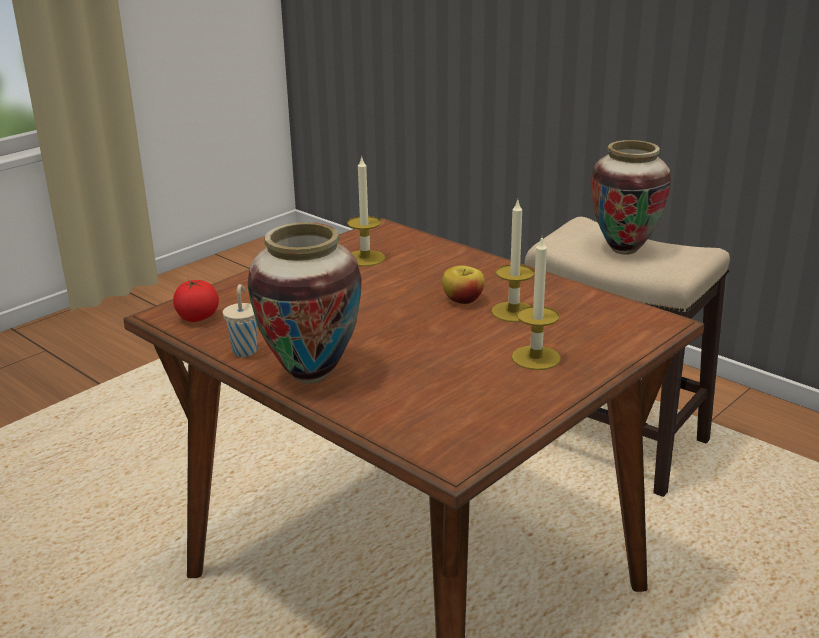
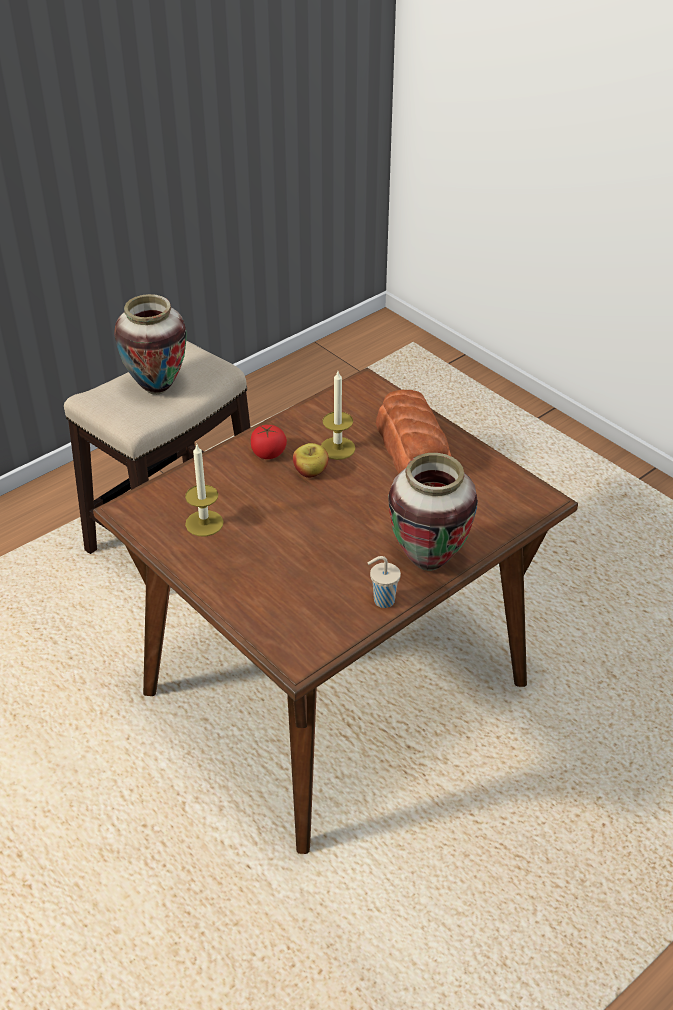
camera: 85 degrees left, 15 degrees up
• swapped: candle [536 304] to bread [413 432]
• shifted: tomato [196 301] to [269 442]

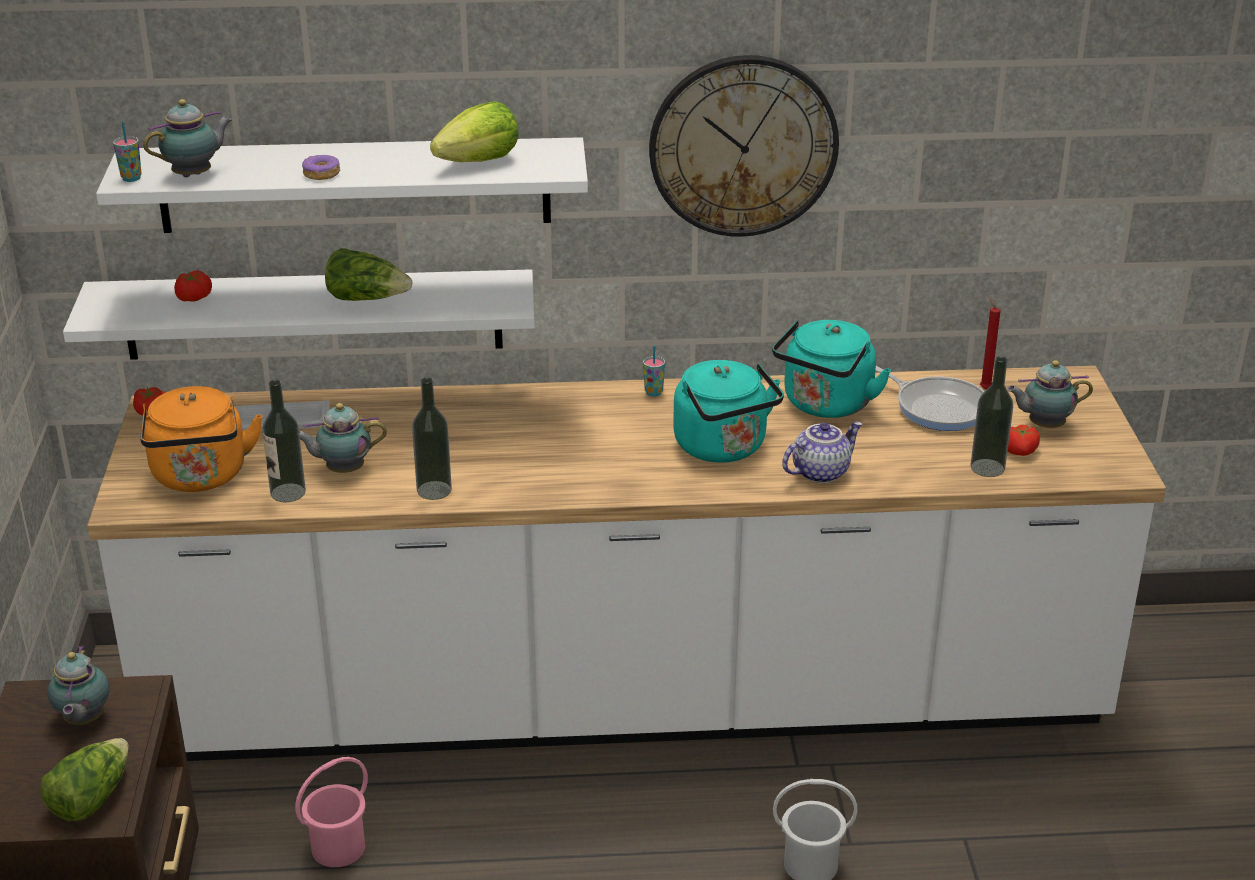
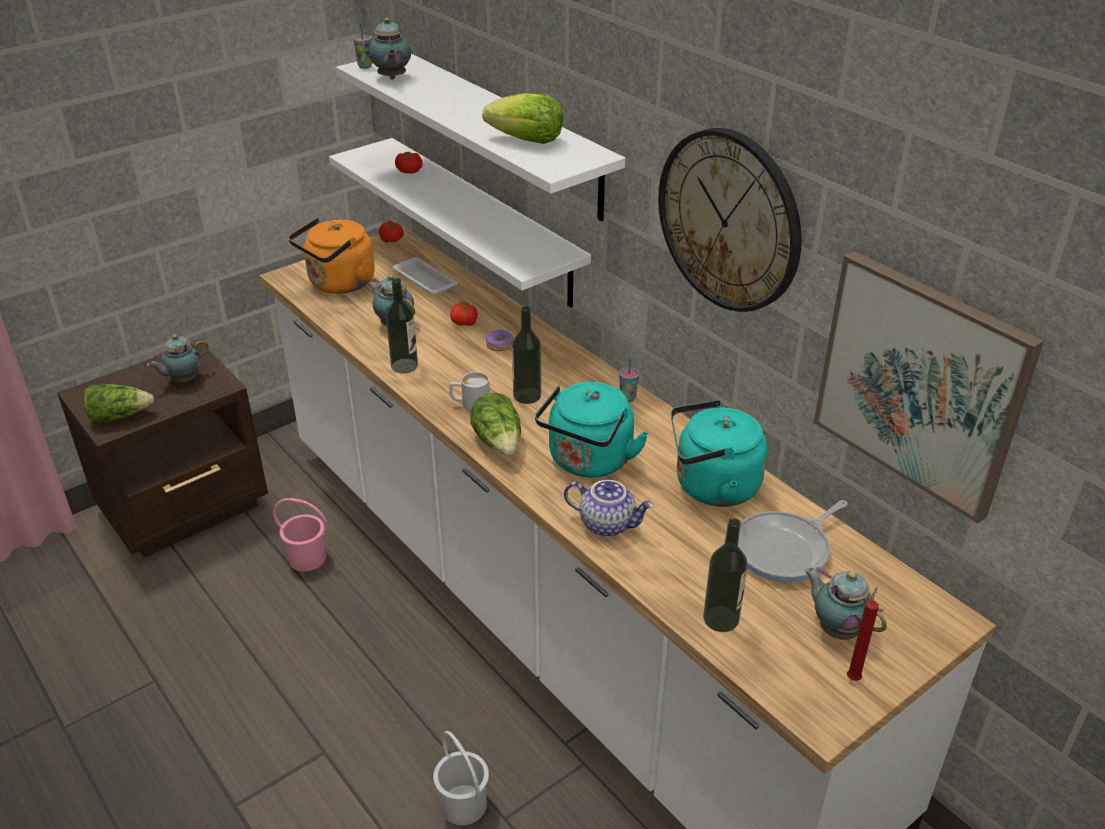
camera: 55 degrees right, 5 degrees up
• rotated: teapot [187 138] = [390 48] 60 degrees clockwise
• shifted: donut [321 167] to [499 340]
• shifted: lettuce [368 274] to [495 423]
• shifted: red candle [990 343] to [863 634]
• rotated: frying pan [930 398] = [793 541] 45 degrees clockwise
• shifted: bottle [284 441] to [526 355]
• shifted: tomato [1024 440] to [464 314]
• new: picture [929 387]
• new: white mug [469 392]

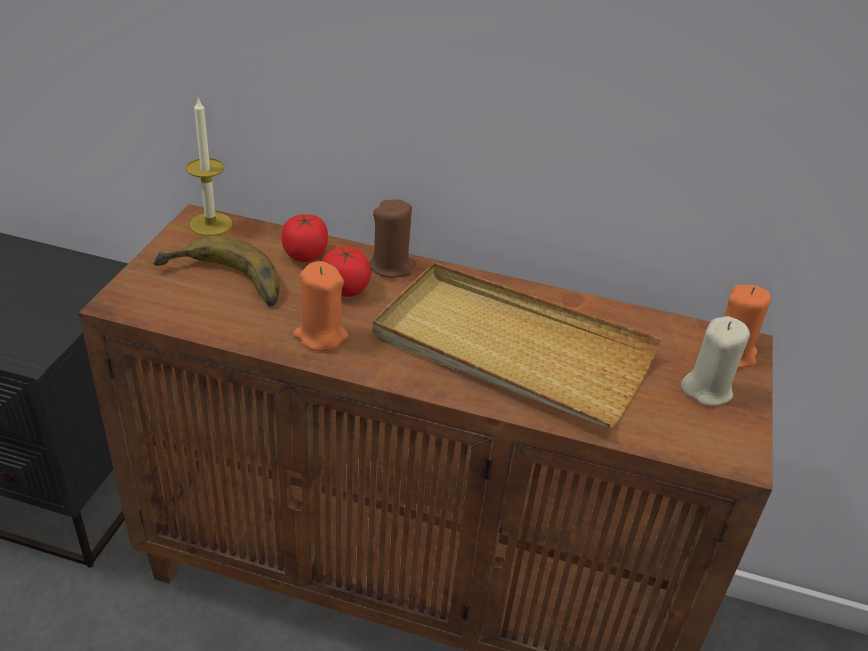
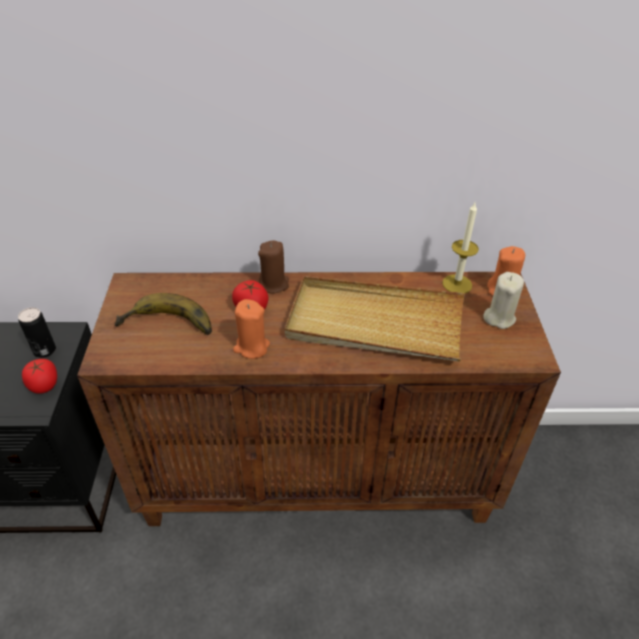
camera: 15 degrees left, 5 degrees up
• shifted: candle [209 167] to [460 248]
• shifted: tomato [305 238] to [39 376]
• new: can [37 332]

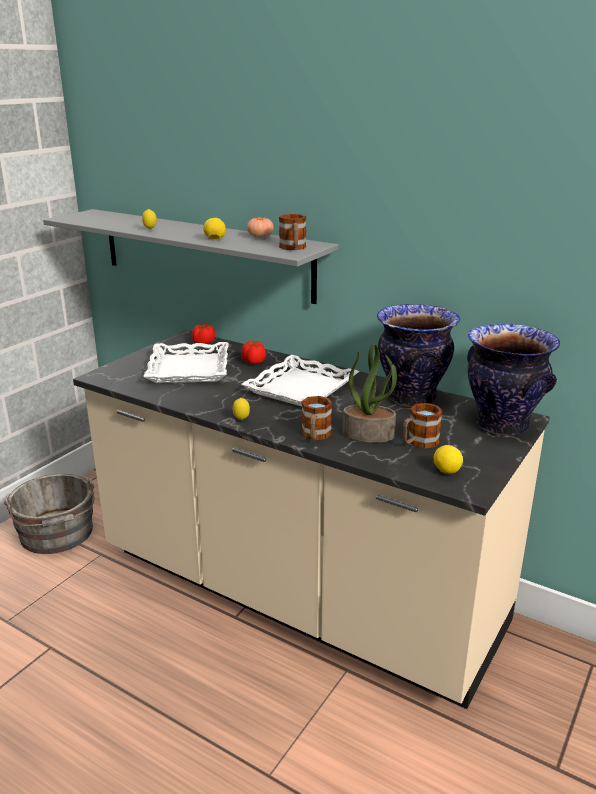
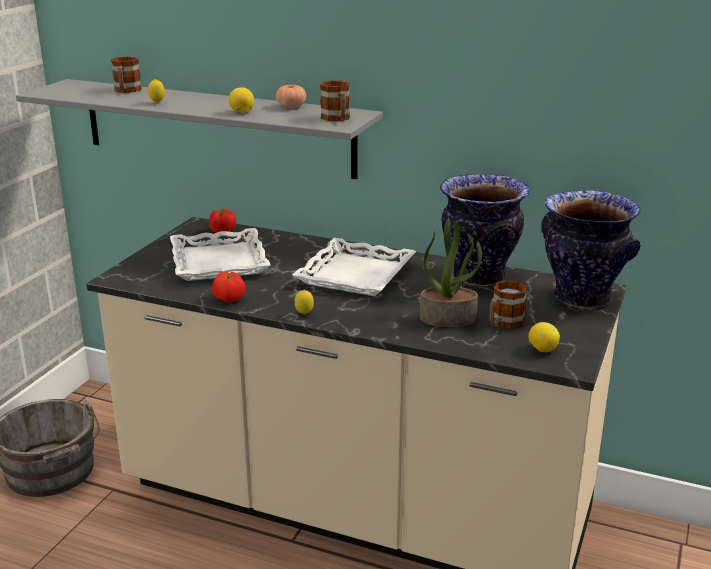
camera: 10 degrees left, 0 degrees up
• shifted: tomato [253 352] to [228 287]
• shifted: mug [316 418] to [126 74]

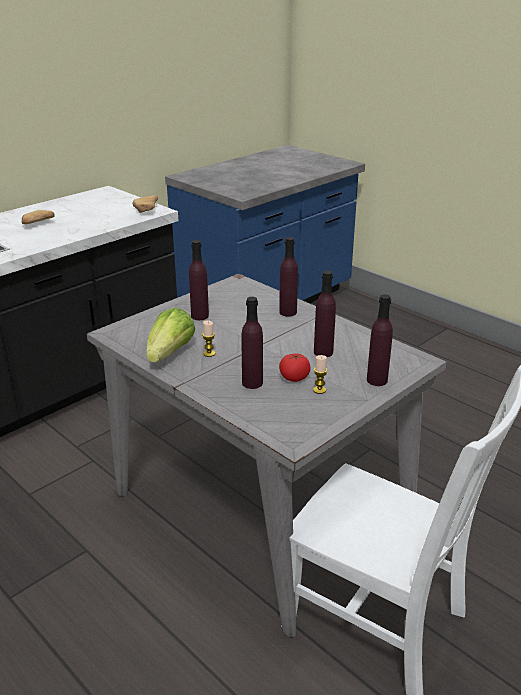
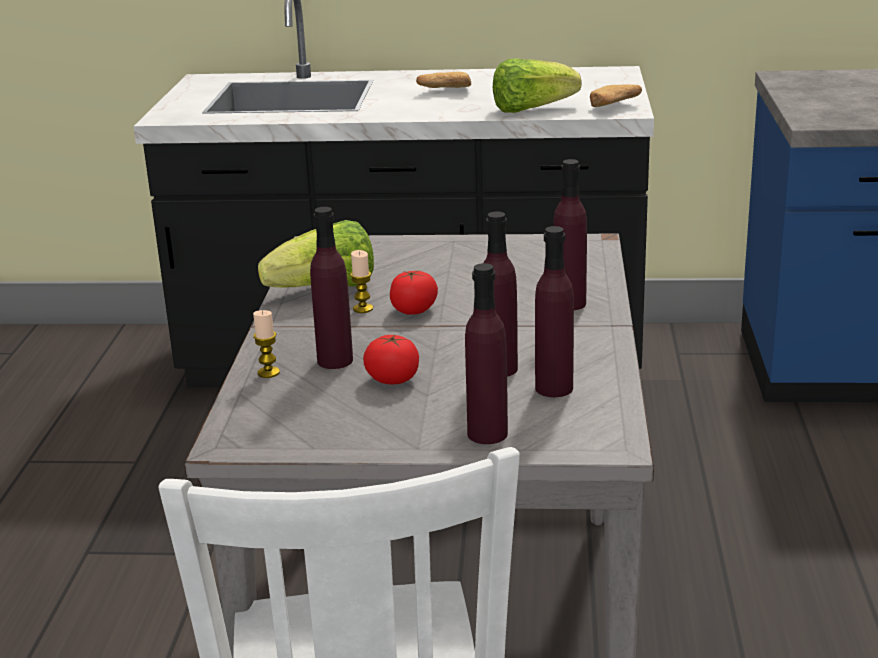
camera: 50 degrees right, 5 degrees down
• shifted: purple bottle [199 280] to [554 311]
• shifted: candle [320 374] to [266 344]
• new: lettuce [537 85]
• new: tomato [414 292]

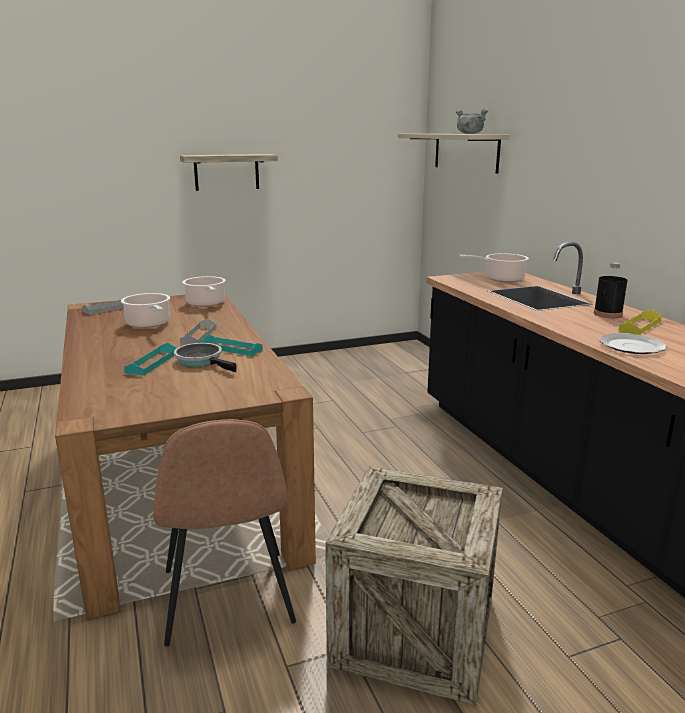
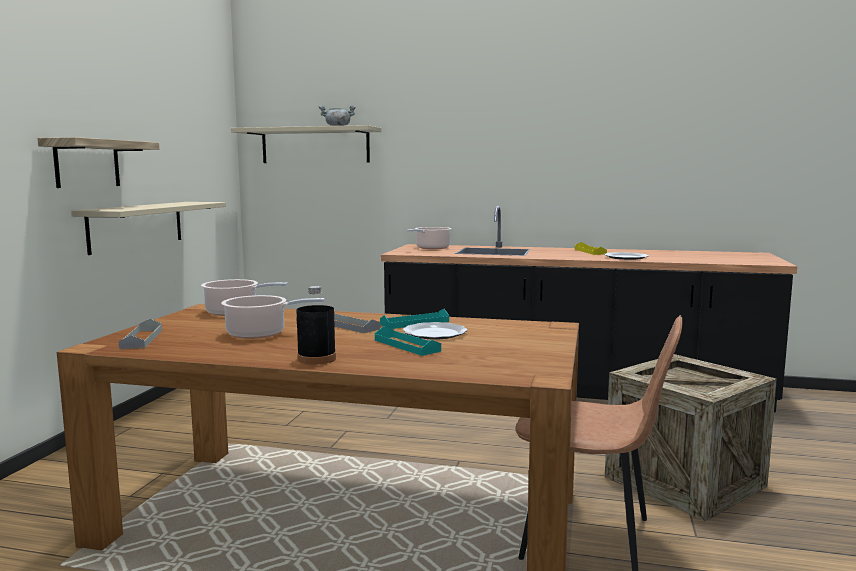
camera: 55 degrees left, 10 degrees down
• shifted: black bottle [610 290] to [316 325]
• swapped: frying pan [205 357] to plate [435 331]
• new: beige shelf [148 228]

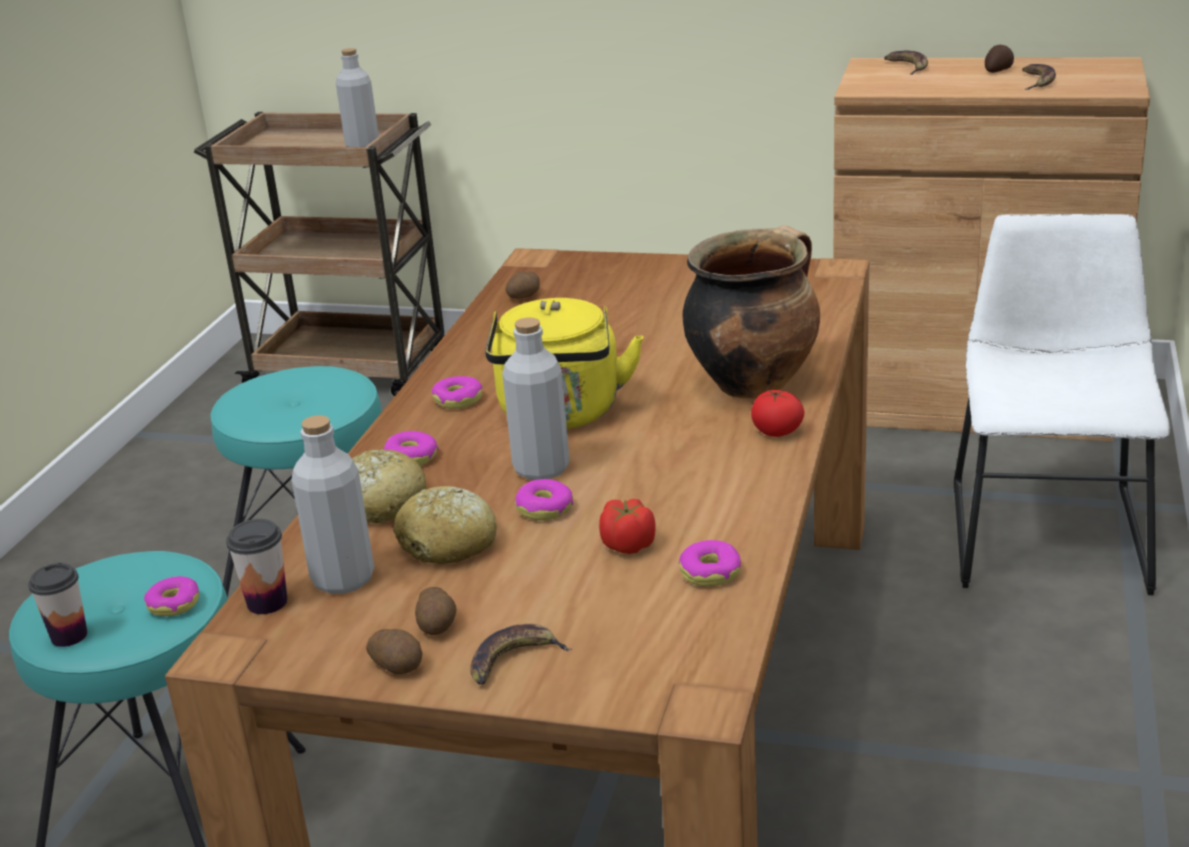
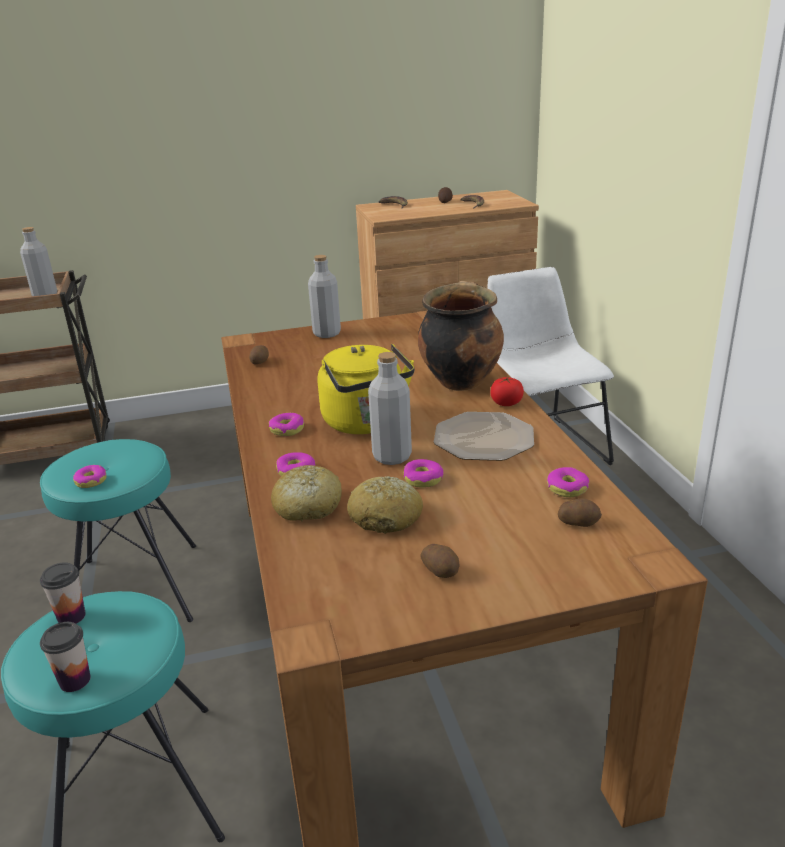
camera: 30 degrees left, 0 degrees up
• shifted: grey bottle [332 504] to [324 296]
• gone: tomato [627 526]
• shifted: cup [257 566] to [63 593]
• shifted: donut [171 596] to [90 476]
• gone: banana [521 654]
• shifted: potato [394 651] to [580 512]
• new: plate [484 436]

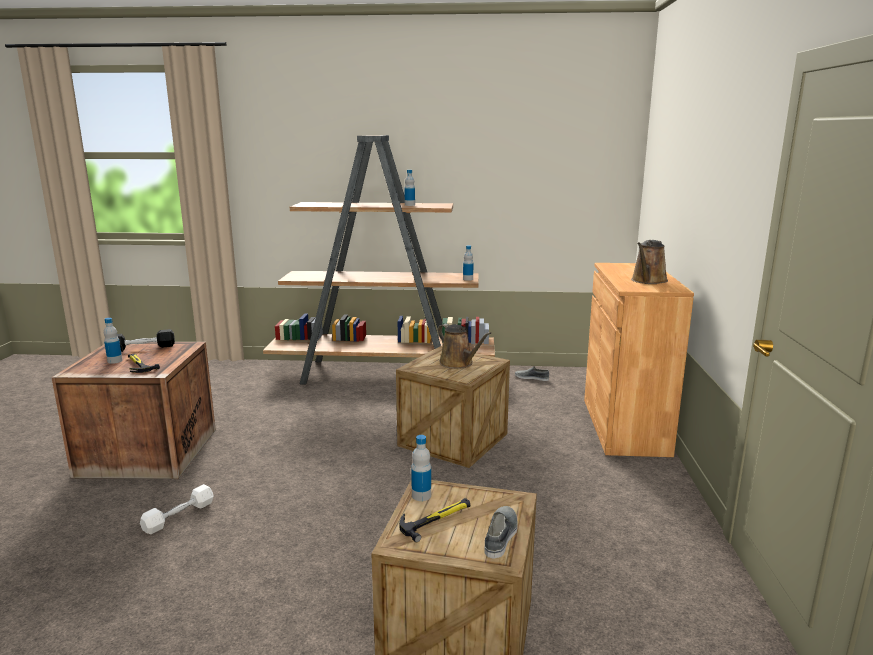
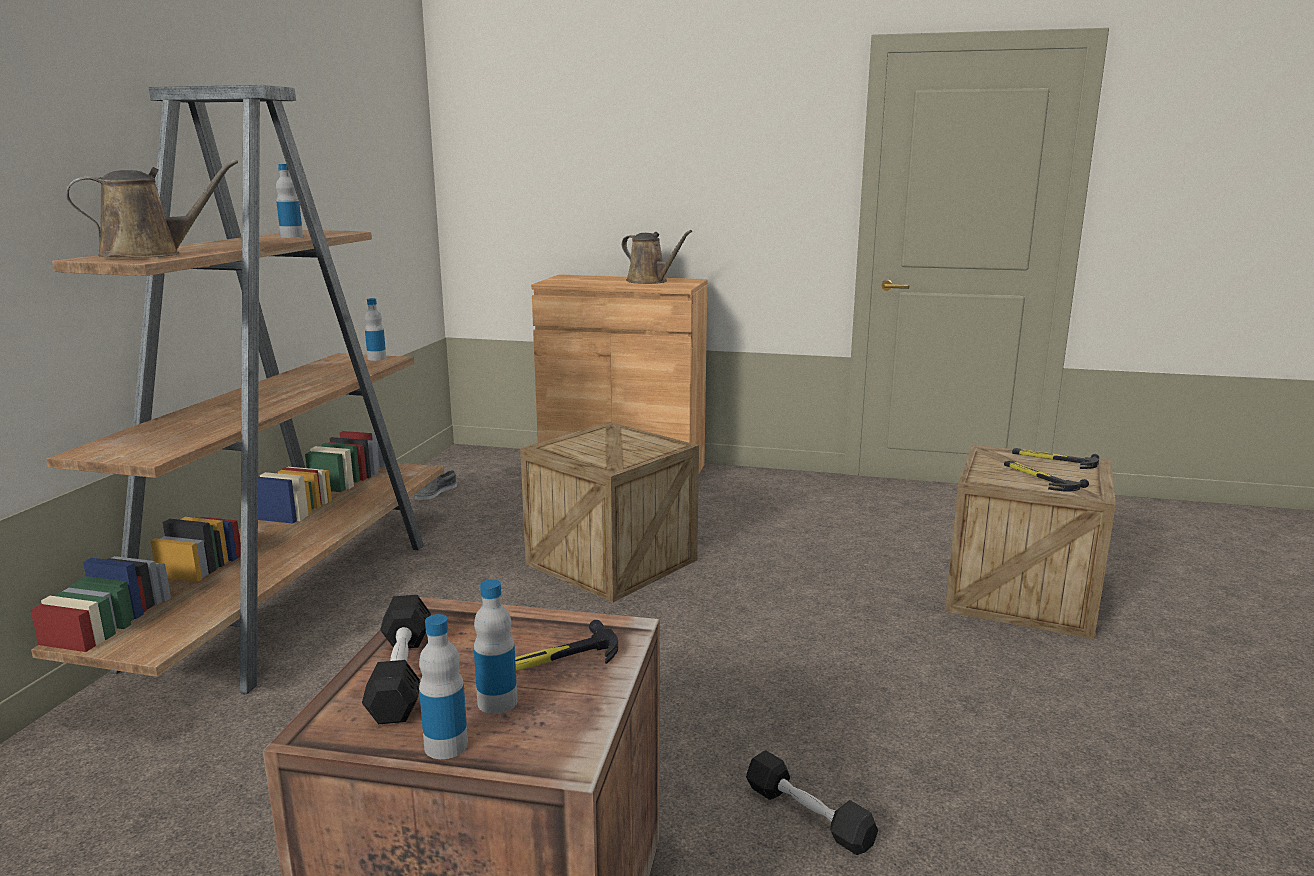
camera: 80 degrees left, 0 degrees up
• shifted: brown watering can [464 346] to [152 208]
• shifted: bottle [421 468] to [443 686]
• repainted: white dumbbell [177 509] to black dumbbell [812 802]
• swapped: grey shoe [501 532] to hammer [1055 458]

